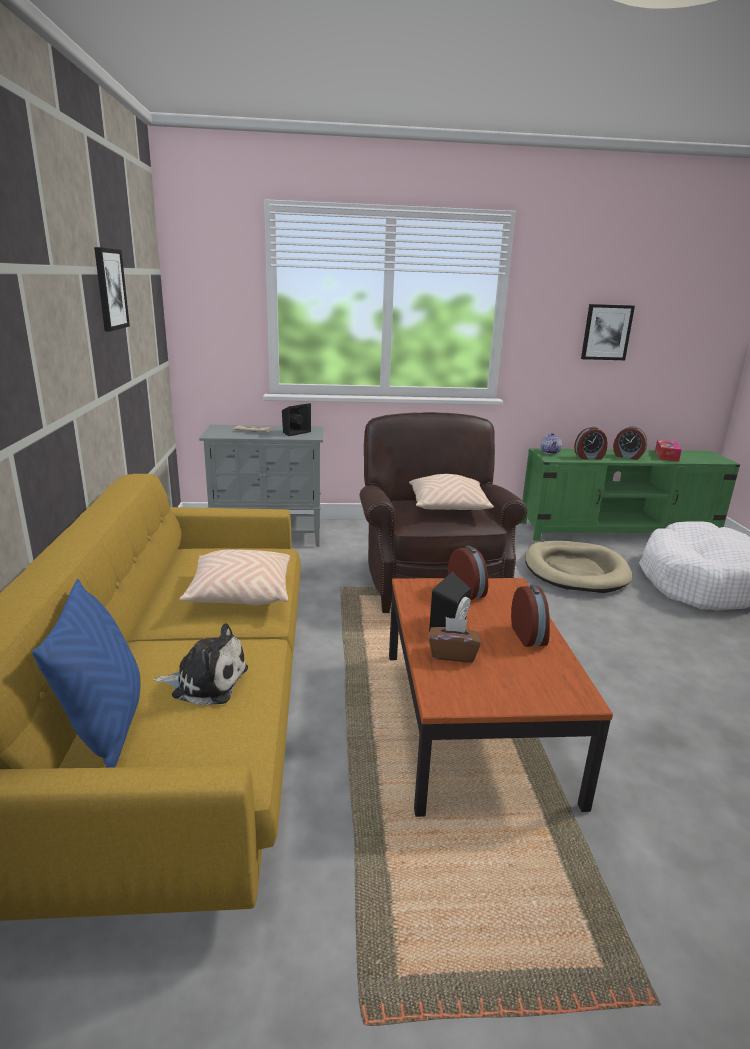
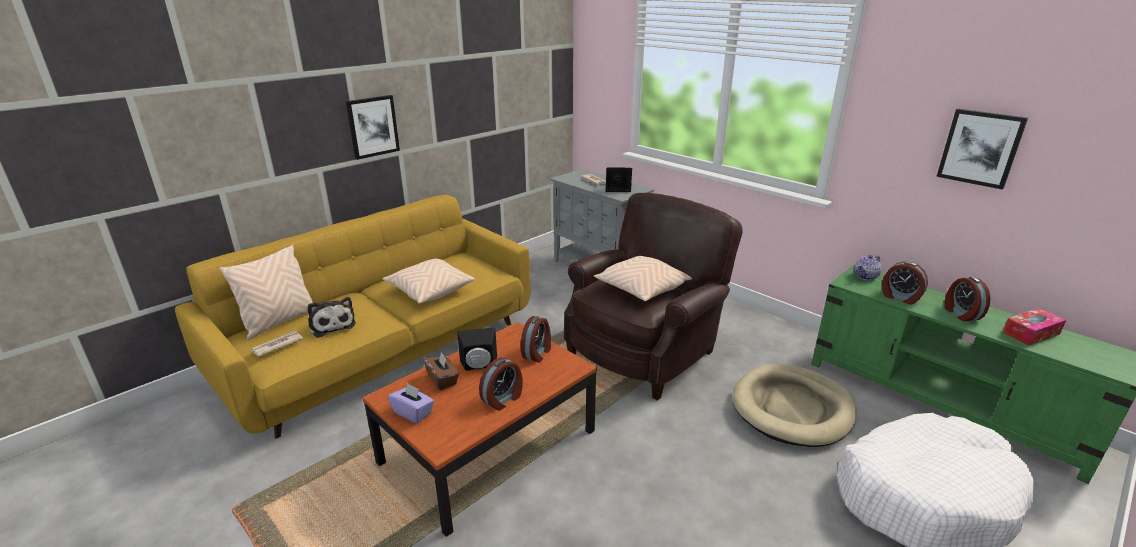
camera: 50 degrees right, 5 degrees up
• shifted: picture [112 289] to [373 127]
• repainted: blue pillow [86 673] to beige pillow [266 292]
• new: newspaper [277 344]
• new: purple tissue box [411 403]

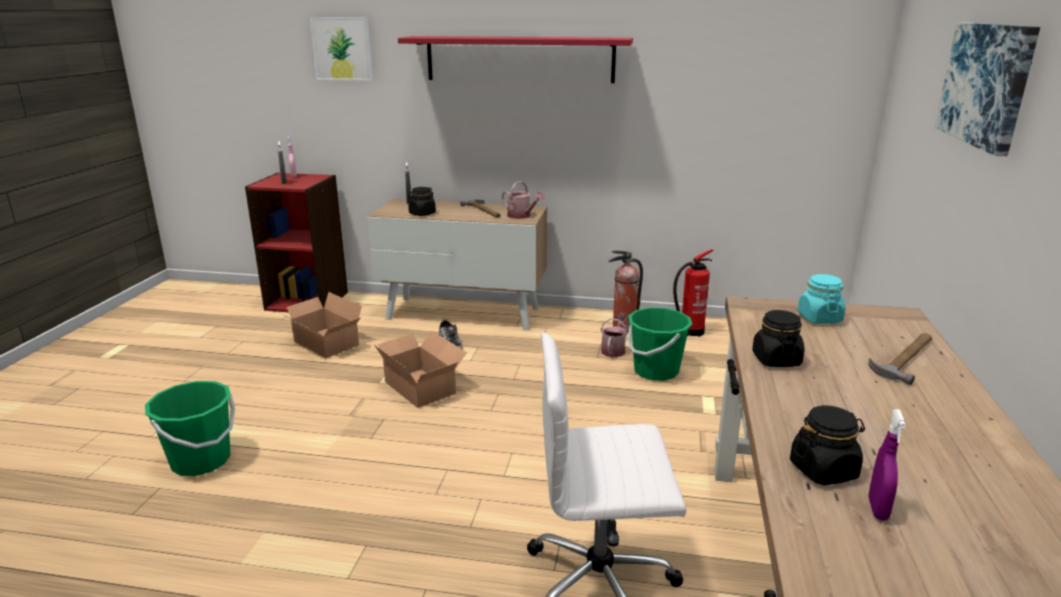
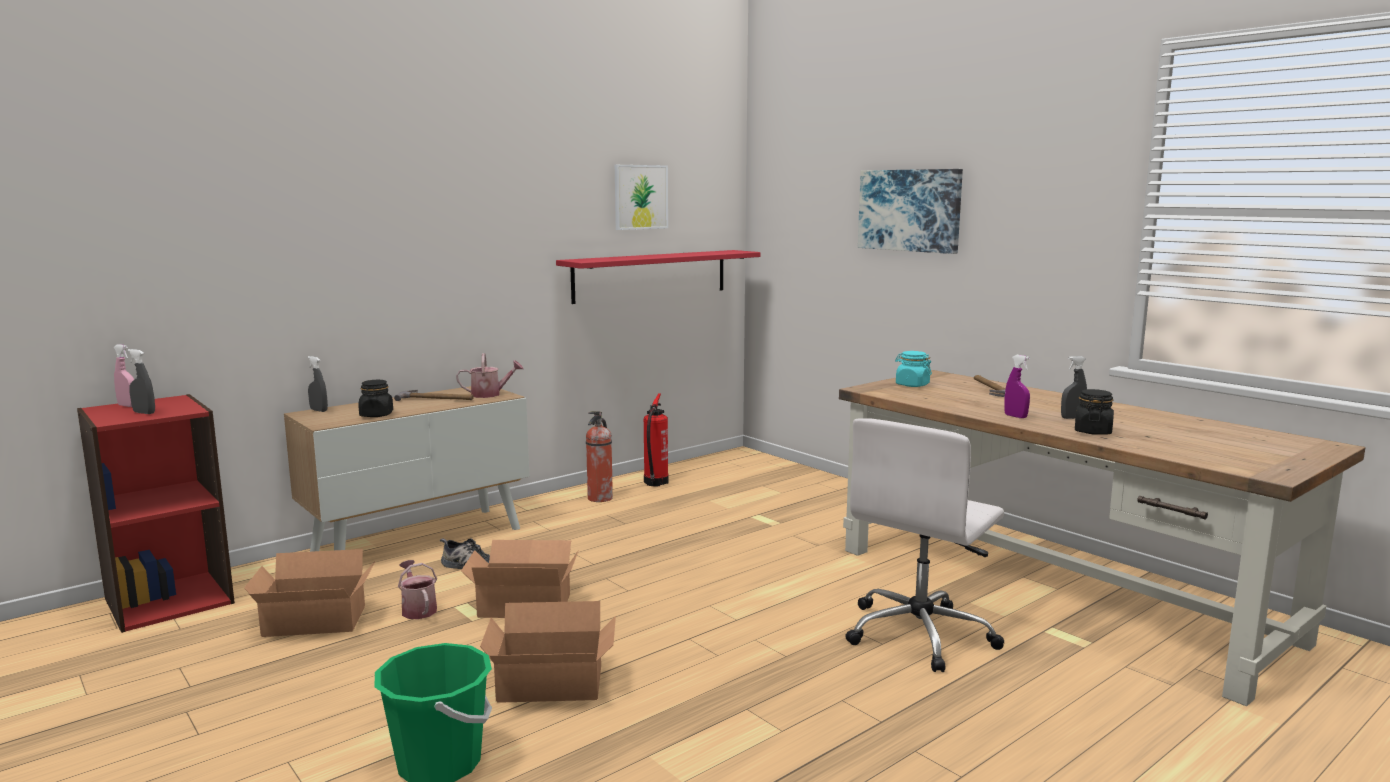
camera: 50 degrees left, 10 degrees down
• shifted: picture [341 49] to [641 197]
• shifted: red shelf [515 59] to [658 277]
• gone: green bucket [659 344]
• gone: black jar [778 338]
• shifted: watering can [614 336] to [417 589]
• shifted: purple spray bottle [887 464] to [1017 386]
• new: grey spray bottle [1074 387]
• new: cardboard box [548 652]

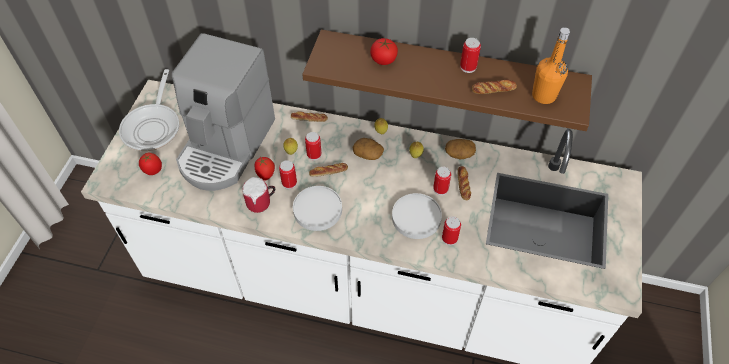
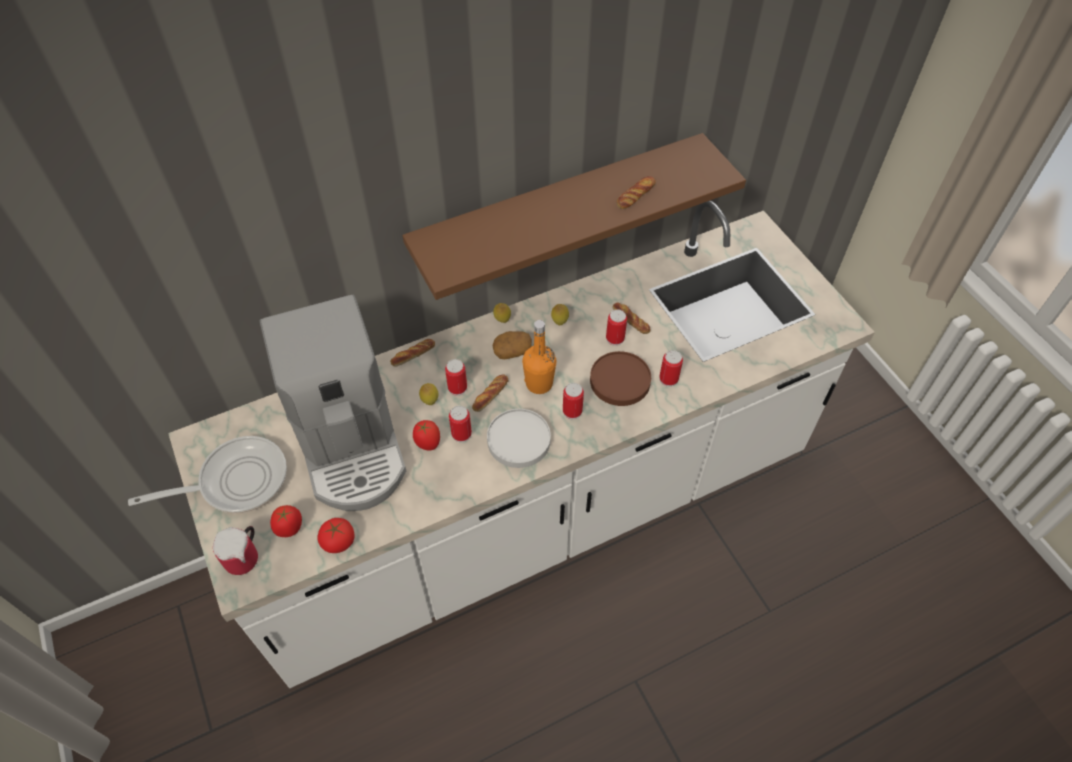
camera: 40 degrees left, 0 degrees up
• shifted: orange bottle [551 65] to [539 357]
• shifted: tomato [384 51] to [336 535]
• shifted: can [470 55] to [573 401]
• rotated: frying pan [149 110] = [207 474] 75 degrees counterclockwise
• gone: potato [460 149]
• shifted: mug [258 195] to [235 550]
• repainted: white plate [417 216] to brown plate [620 378]

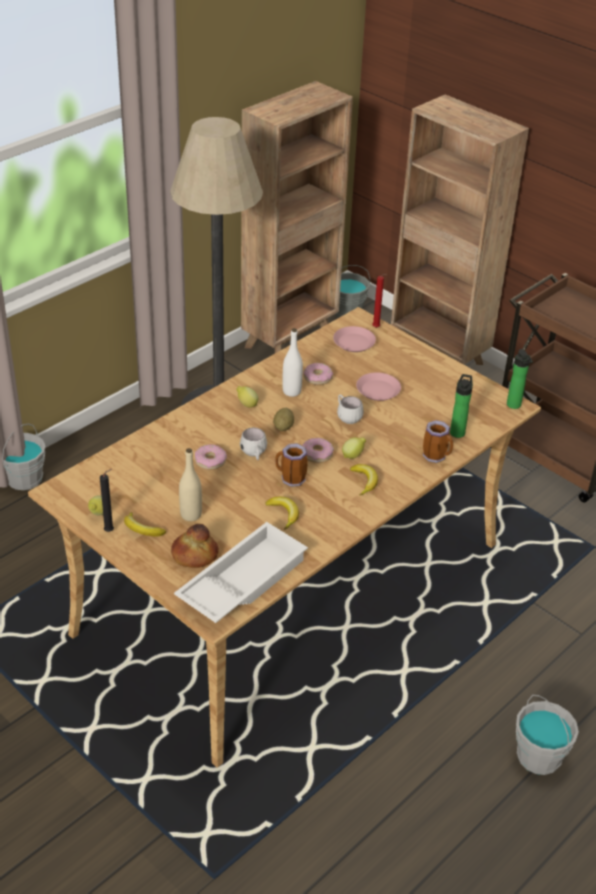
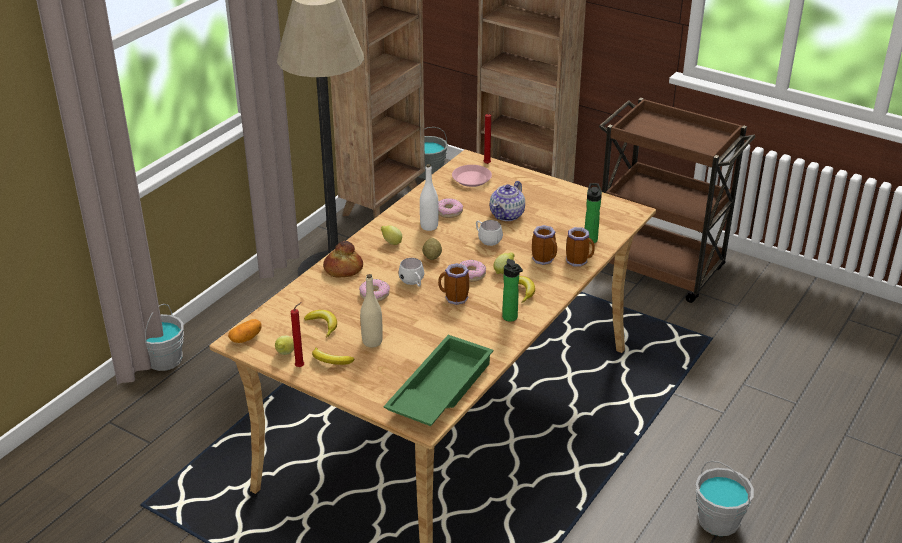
camera: 10 degrees left, 5 degrees down
• shifted: bottle [520 379] to [512 290]
• swapped: pink plate [378 387] to teapot [507 201]
• repainted: black candle [107 500] to red candle [297 334]
• shifted: banana [282 513] to [320 324]
• repainted: white tray [241 572] to green tray [438 380]
• shifted: bread [195 546] to [343 259]
• new: mug [544 245]
• new: potato [245 331]

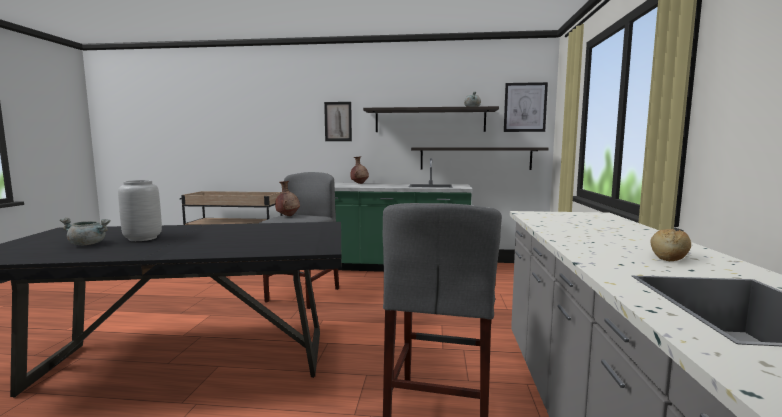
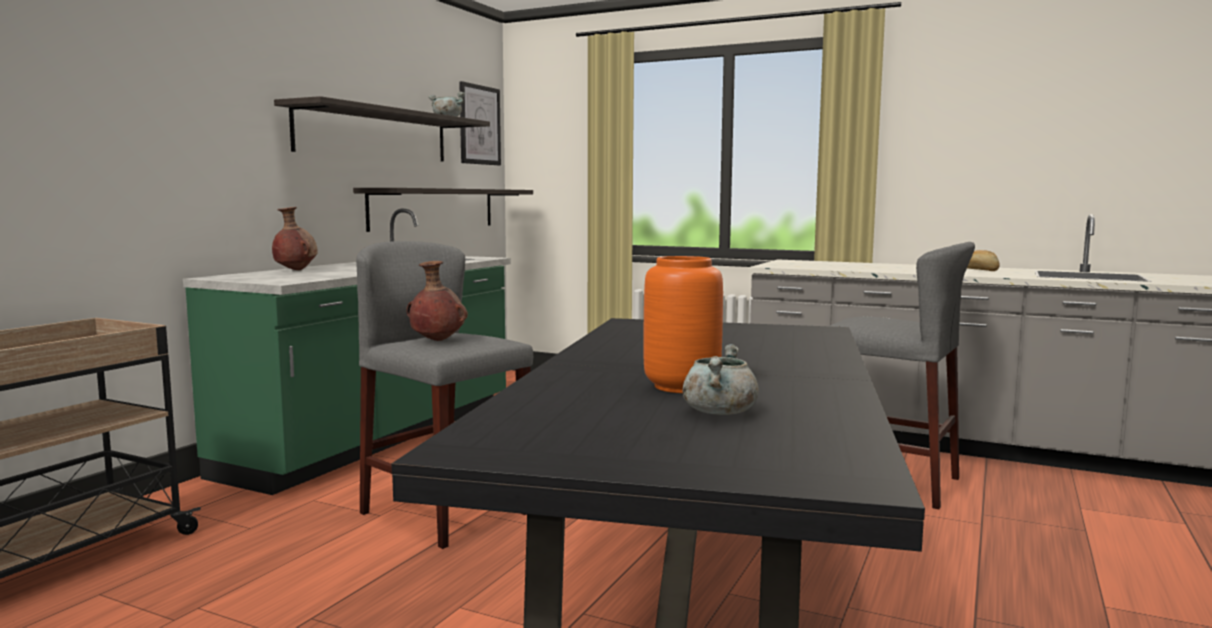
camera: 70 degrees left, 0 degrees up
• gone: picture [338 121]
• repainted: grey vase [140 210] to orange vase [683 324]

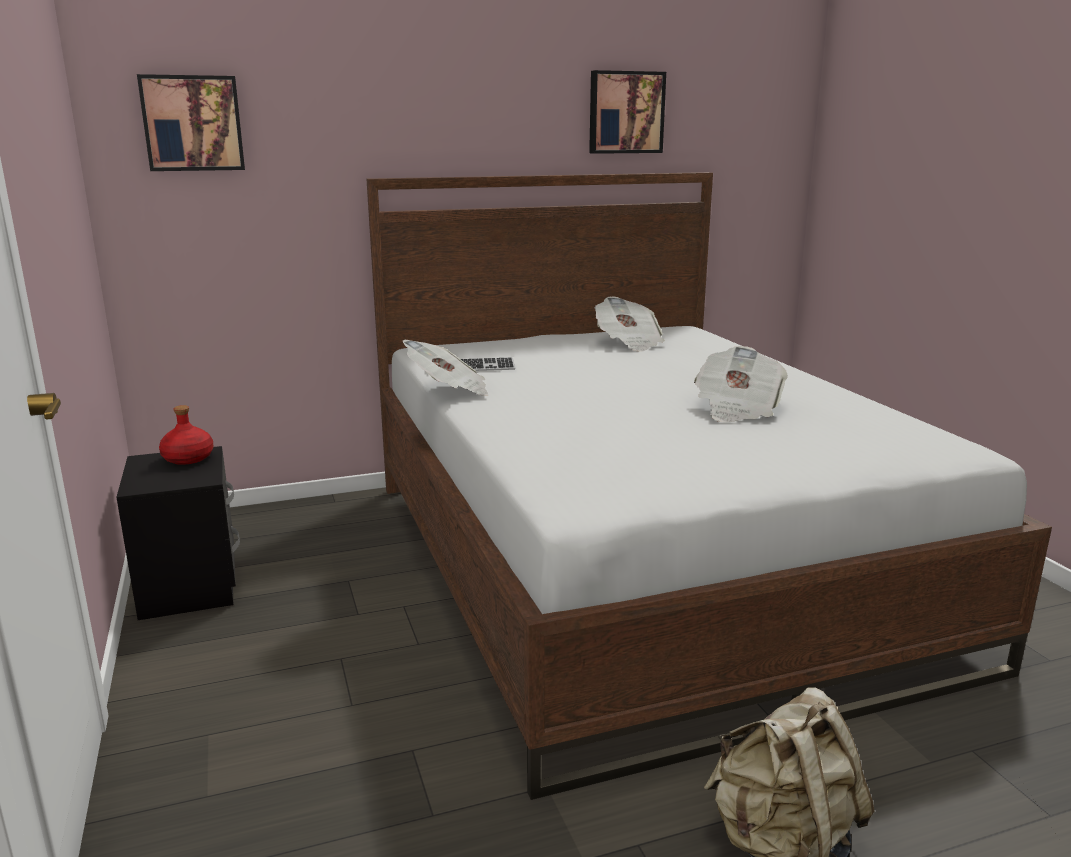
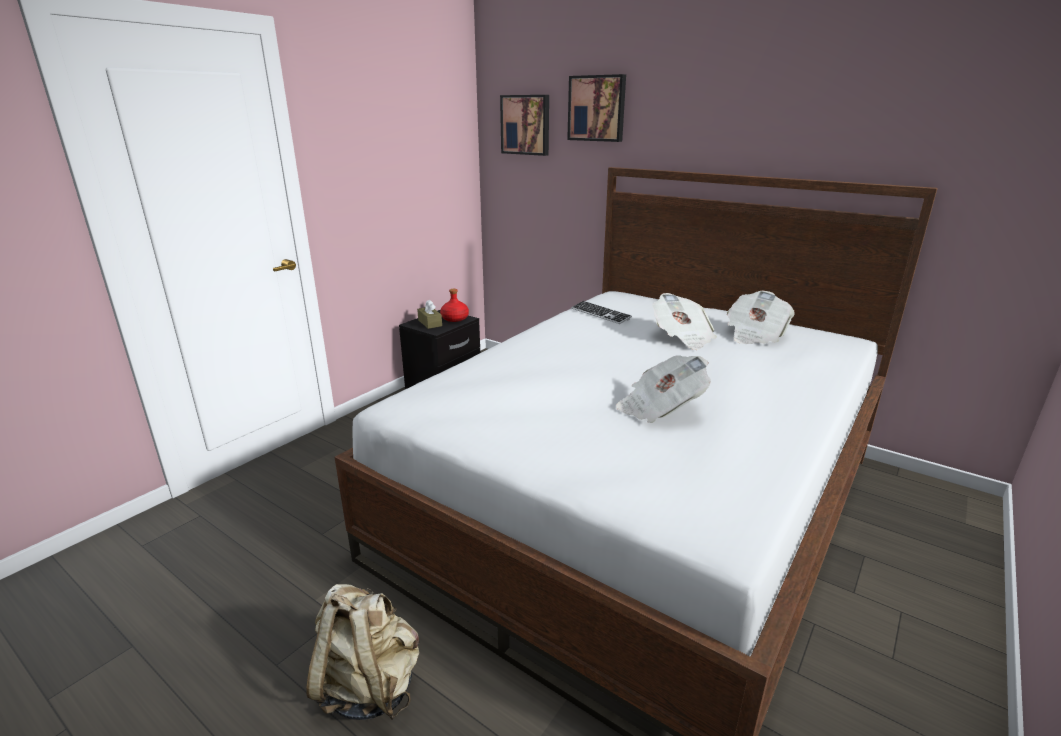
camera: 55 degrees right, 5 degrees up
• shifted: picture [627 112] to [596 108]
• shifted: newspaper [445 368] to [684 321]
• new: brown tissue box [429 314]

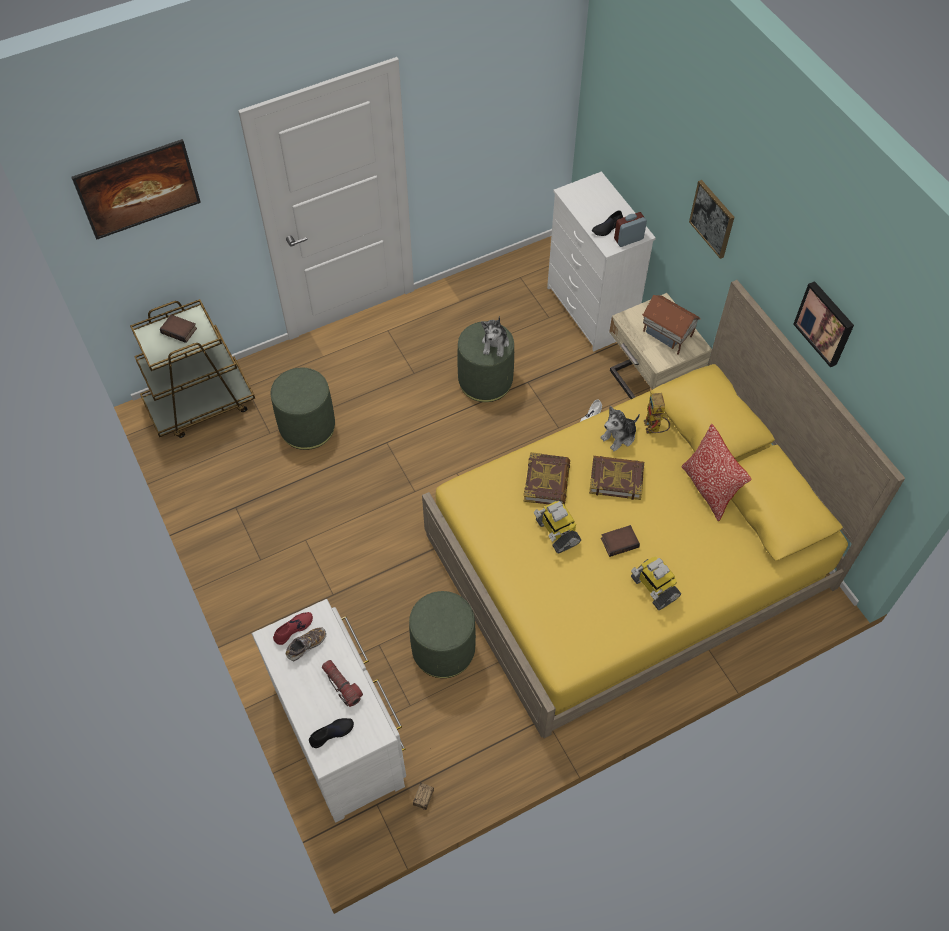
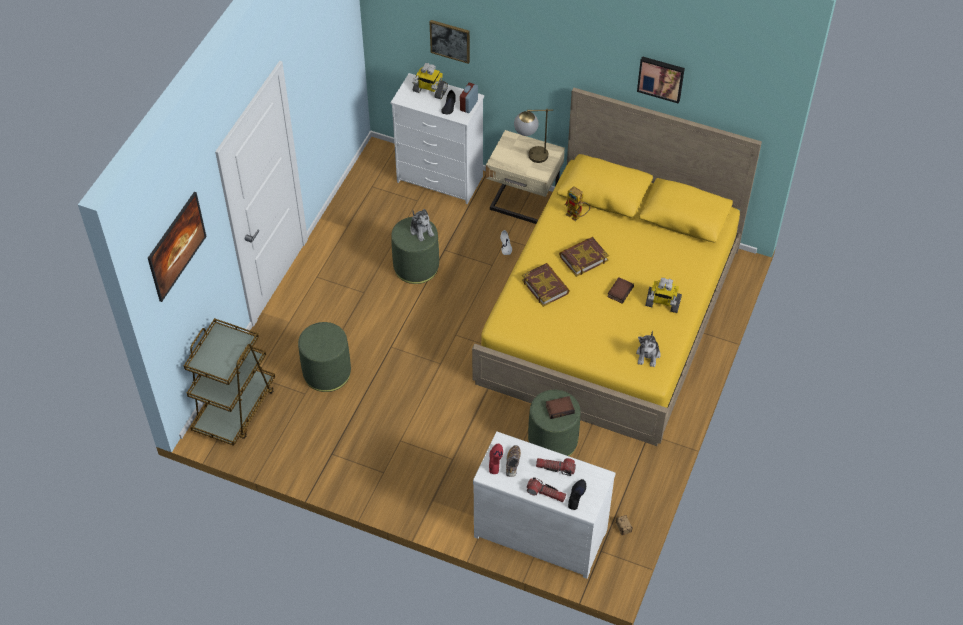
camera: 40 degrees left, 5 degrees down
• shifted: picture [711 219] to [450 42]
• swapped: toy house [671 324] to table lamp [533 136]
• shifted: book [178 328] to [560 407]
• shifted: plush toy [620 428] to [648 349]
• gone: pillow [716 472]
• shifted: toy robot [557 527] to [430 81]
• new: flashlight [546 489]

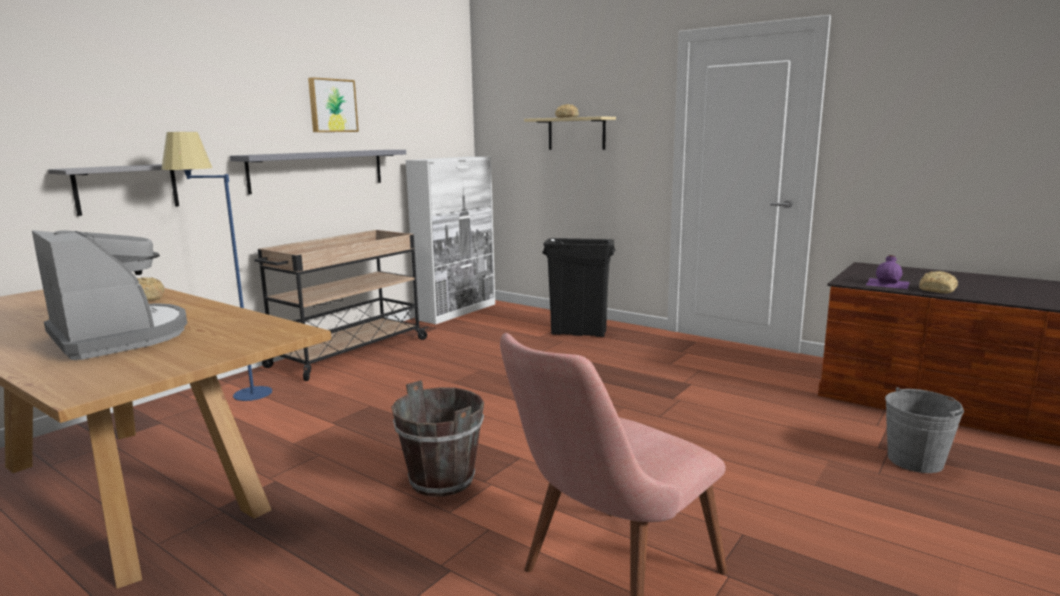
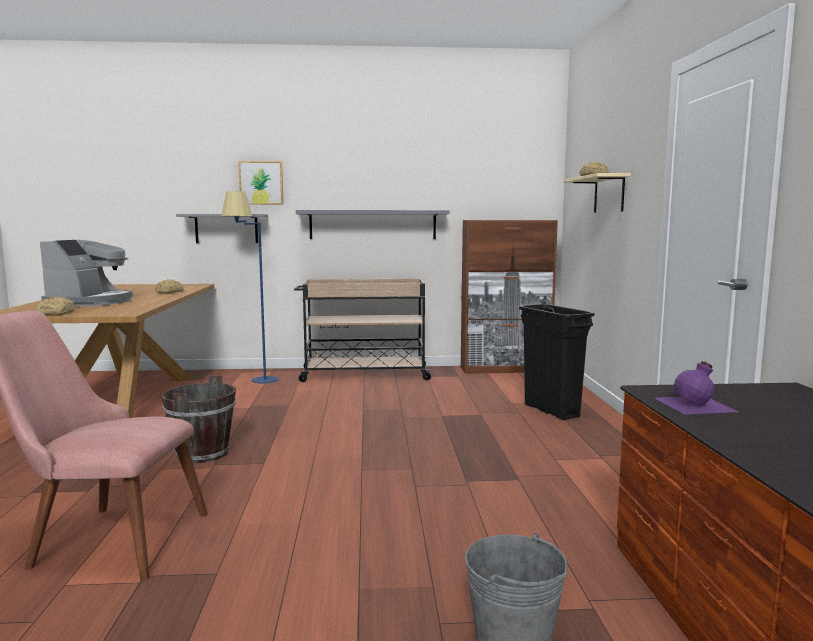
camera: 50 degrees right, 5 degrees down
• shifted: picture [333 104] to [261 183]
• repainted: white cabinet [450 240] to brown cabinet [509 297]
• shifted: bread [938 282] to [56 305]

